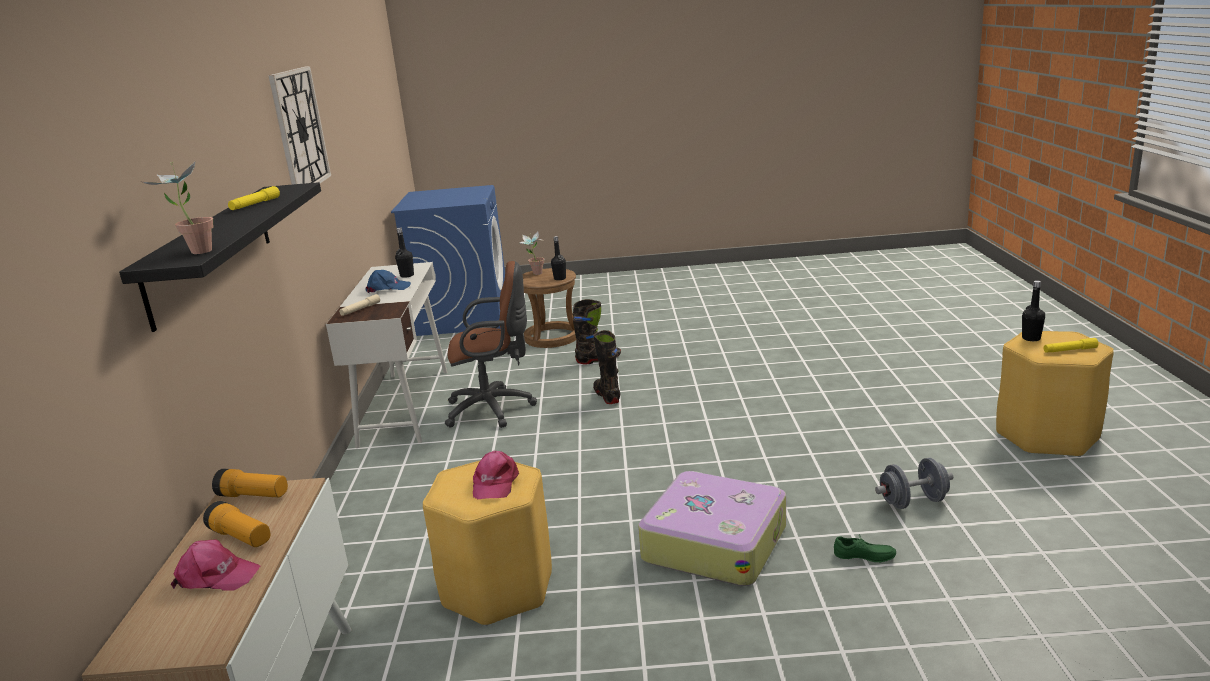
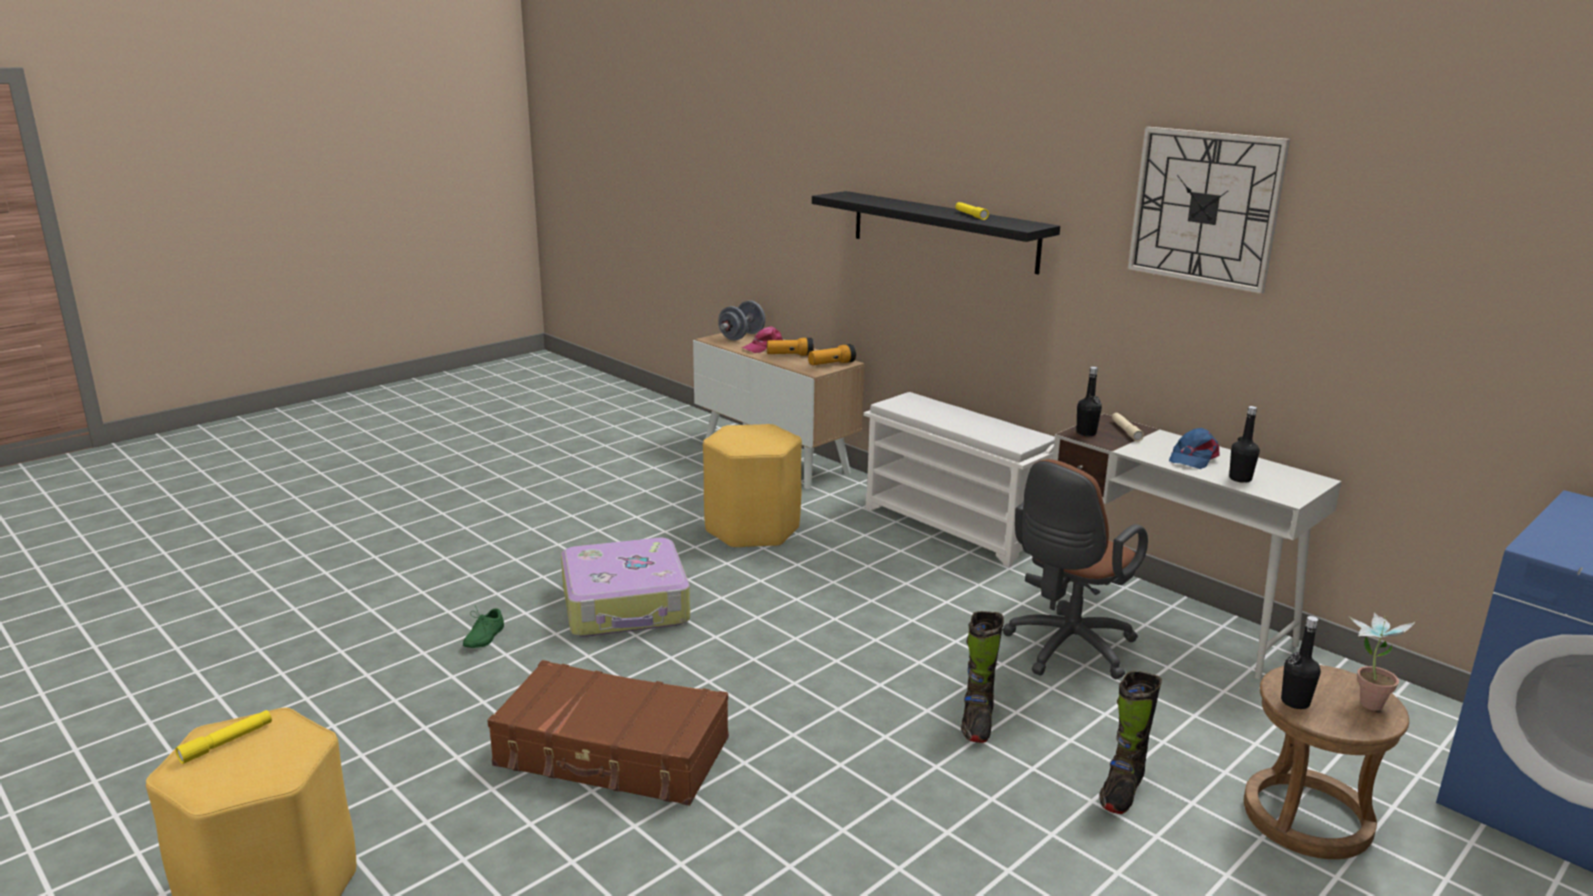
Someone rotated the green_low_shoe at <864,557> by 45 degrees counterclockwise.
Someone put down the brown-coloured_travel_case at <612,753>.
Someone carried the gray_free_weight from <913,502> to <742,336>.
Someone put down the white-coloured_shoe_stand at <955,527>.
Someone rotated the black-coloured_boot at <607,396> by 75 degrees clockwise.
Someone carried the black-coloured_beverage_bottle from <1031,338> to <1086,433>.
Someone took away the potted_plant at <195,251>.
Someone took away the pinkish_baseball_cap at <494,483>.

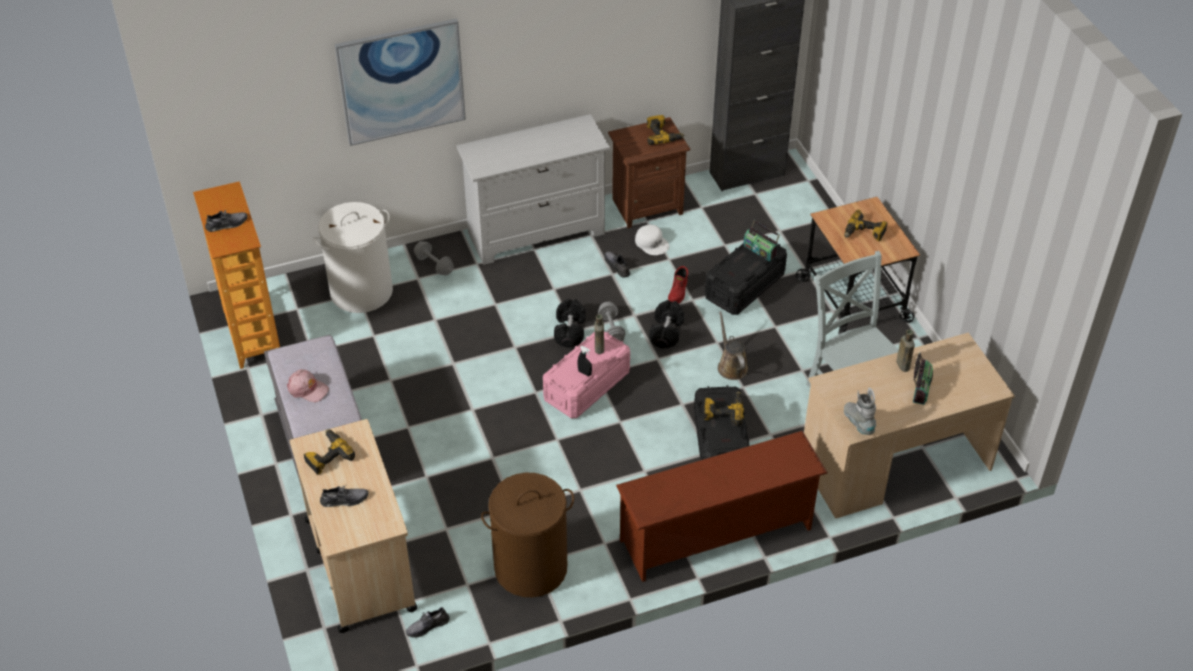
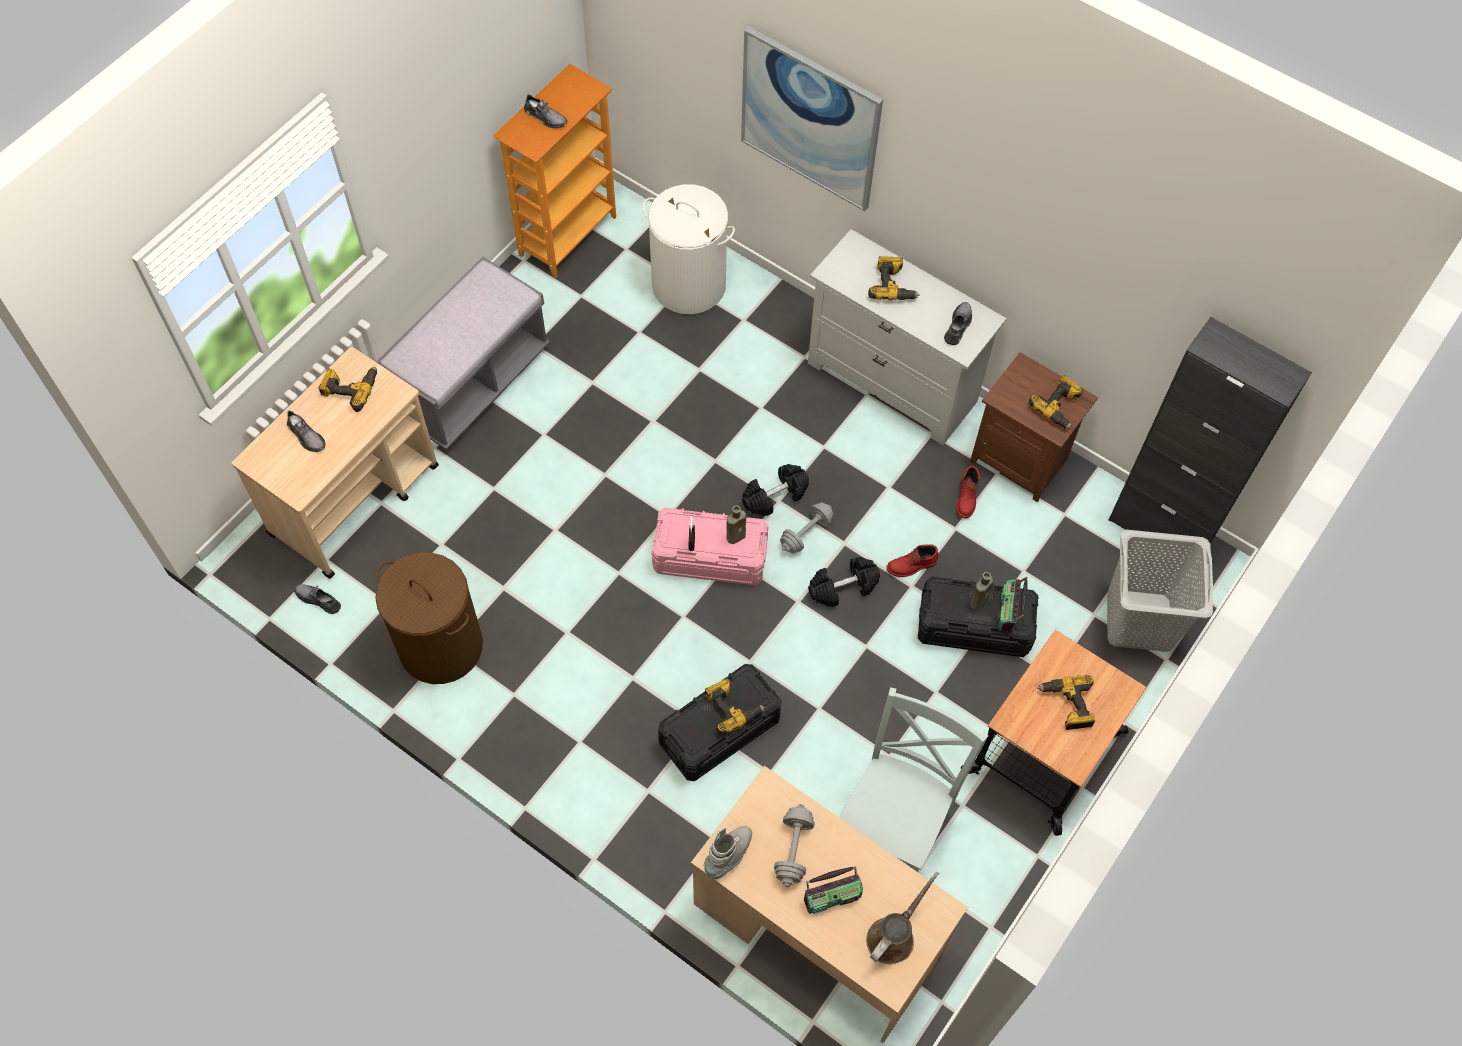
Someone carried the gray_free_weight from <434,265> to <793,849>.
Someone carried the brown-coloured_watering_pot from <731,366> to <893,936>.
Someone put down the electric_drill at <893,285>.
Someone carried the gray_low_shoe from <617,266> to <958,326>.
Someone swapped the white-coloured_baseball_cap at <652,243> for the red_boot at <967,498>.
Someone carried the brown-coloured_beverage_bottle from <902,364> to <979,600>.
Someone put down the gray_hamper at <1140,621>.
Someone took away the pinkish_baseball_cap at <307,389>.
Someone took away the brown-coloured_shoe_stand at <716,536>.

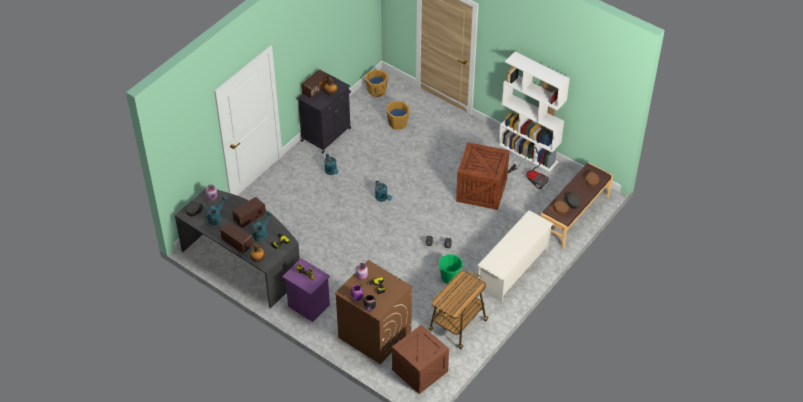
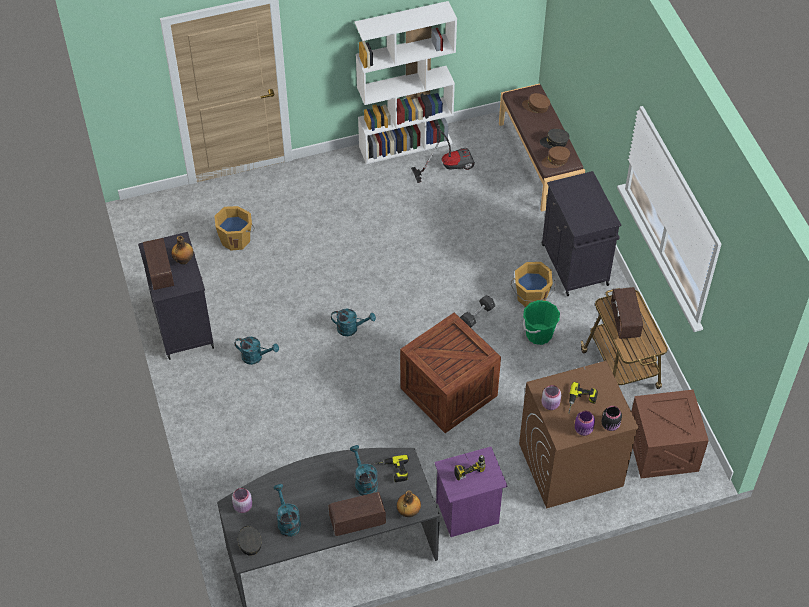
Someone carried the crate from <482,190> to <449,390>.
Someone carried the orangey_water_bucket from <376,91> to <531,296>.
Someone swapped the white-coloured_shoe_stand at <513,269> for the black-coloured_storage_cabinet at <575,266>.
Someone carried the radio from <250,218> to <625,321>.

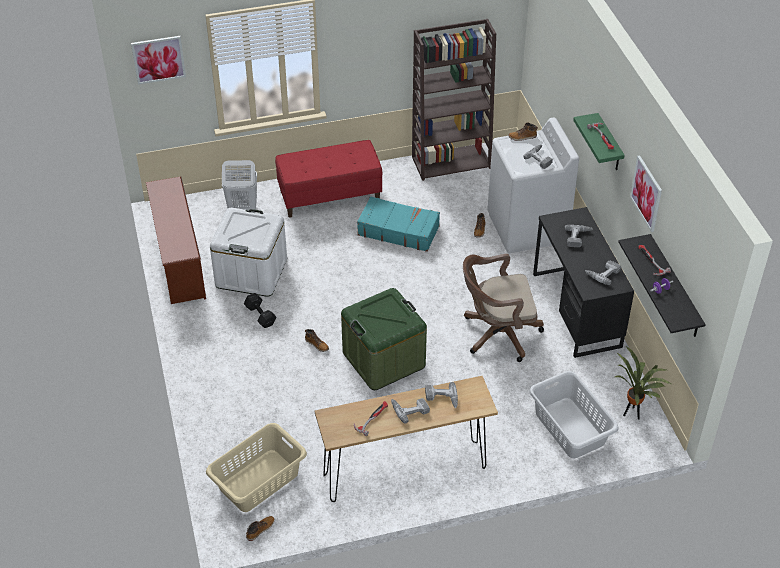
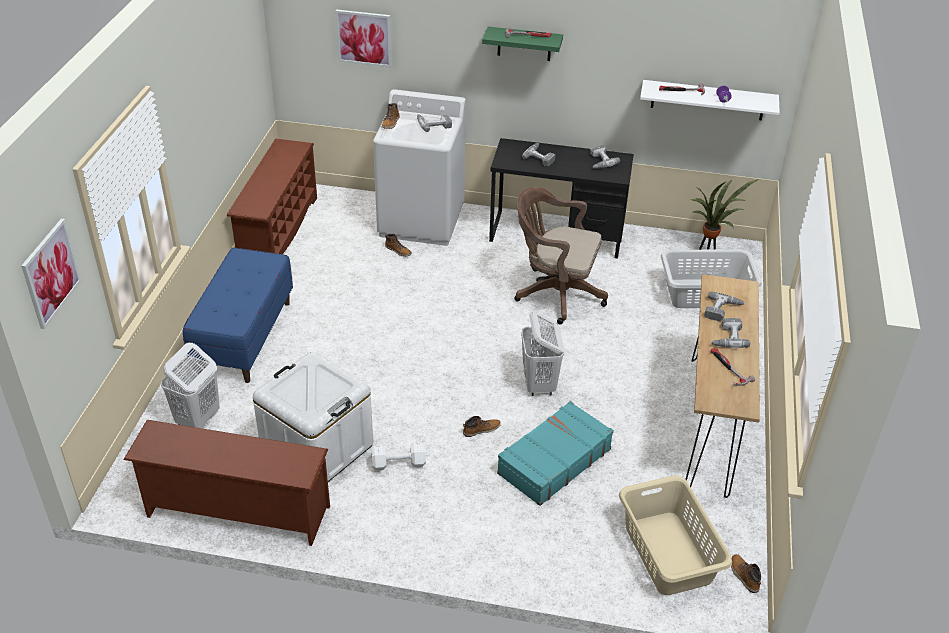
Someone repainted the red_long_seat at <330,196>, which became the blue-coloured_long_seat at <244,337>.
Someone swapped the brown-coloured_bookcase at <452,162> for the brown-coloured_shoe_stand at <278,231>.
Someone carried the wall_art from <646,193> to <364,38>.
Someone repainted the black-coloured_free_weight at <260,315>, which became the white-coloured_free_weight at <397,463>.
Someone carried the blue-green_travel_case from <398,230> to <553,461>.
Someone rotated the brown-coloured_office_chair at <497,334> by 90 degrees clockwise.
Someone swapped the green_storage_bin at <383,359> for the white-coloured_hamper at <539,384>.
Someone repainted the black-coloured_bracket_shelf at <674,287>, which became the white-coloured_bracket_shelf at <708,100>.

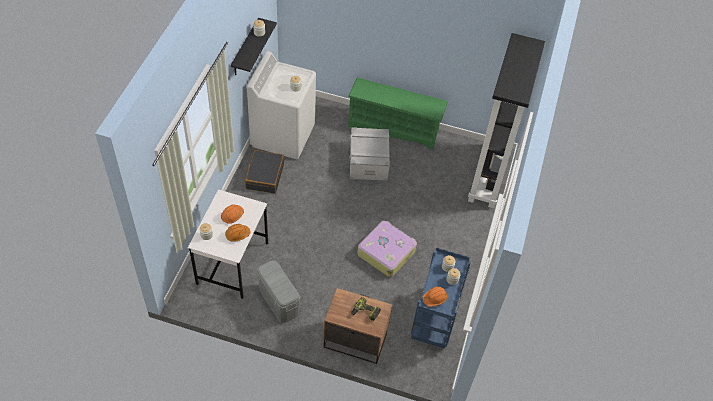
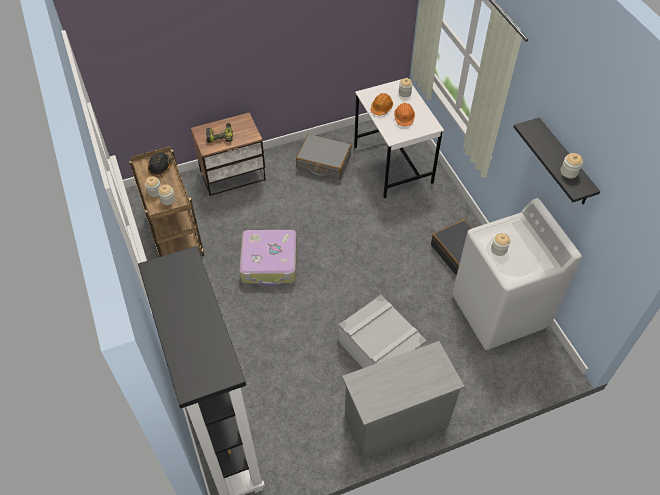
Someone repainted the blue-coloured_cart at <435,319>, which became the brown-coloured_cart at <174,235>.
Someone repainted the orangey_hard_hat at <434,298>, which became the black-coloured_hard_hat at <160,167>.
Someone swapped the gray_storage_bin at <278,301> for the gray_travel_case at <323,163>.
Someone swapped the green_shoe_stand at <394,128> for the gray_chest_of_drawers at <395,422>.

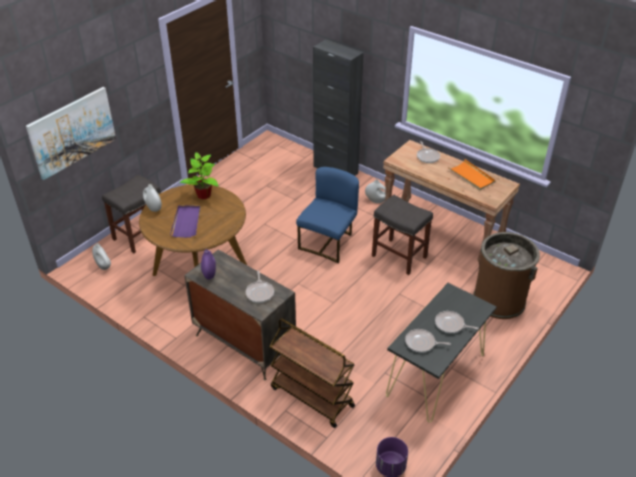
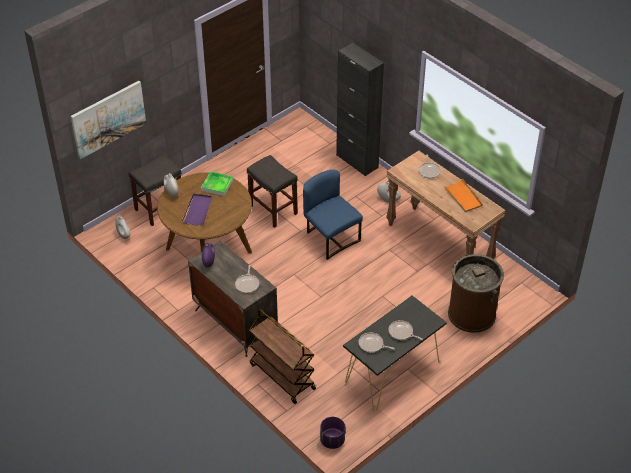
Someone swapped the potted_plant at <203,195> for the tray at <217,185>.
Someone carried the gray_stool from <400,256> to <273,210>.
Someone rotated the blue-coloured_upright_chair at <328,242> by 75 degrees counterclockwise.

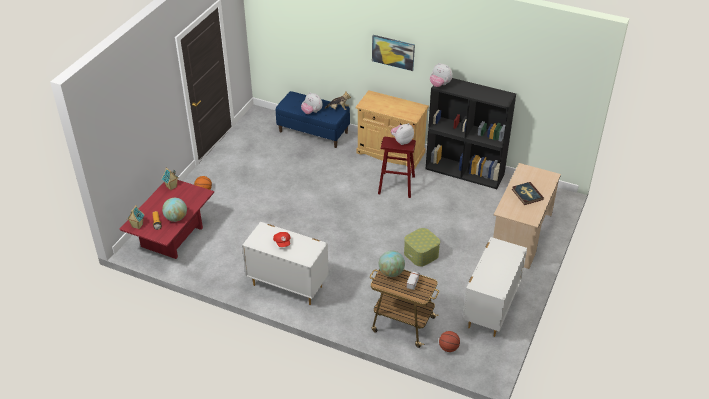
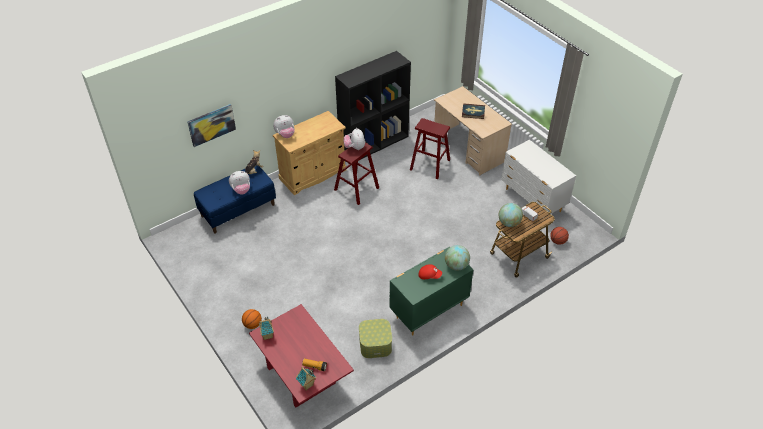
Someone carried the wall_art from <393,52> to <211,125>.
Someone carried the cuddly_toy from <440,85> to <285,135>.
Someone carried the storage_bin from <421,254> to <375,344>.
Someone repainted the white-coloured_chest_of_drawers at <287,285>, which became the green_chest_of_drawers at <428,311>.
Someone put down the red_stool at <430,164>.
Someone carried the world_globe from <176,218> to <456,265>.

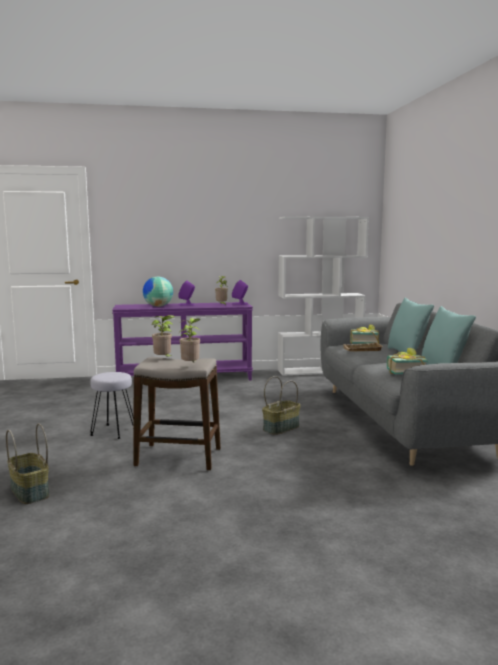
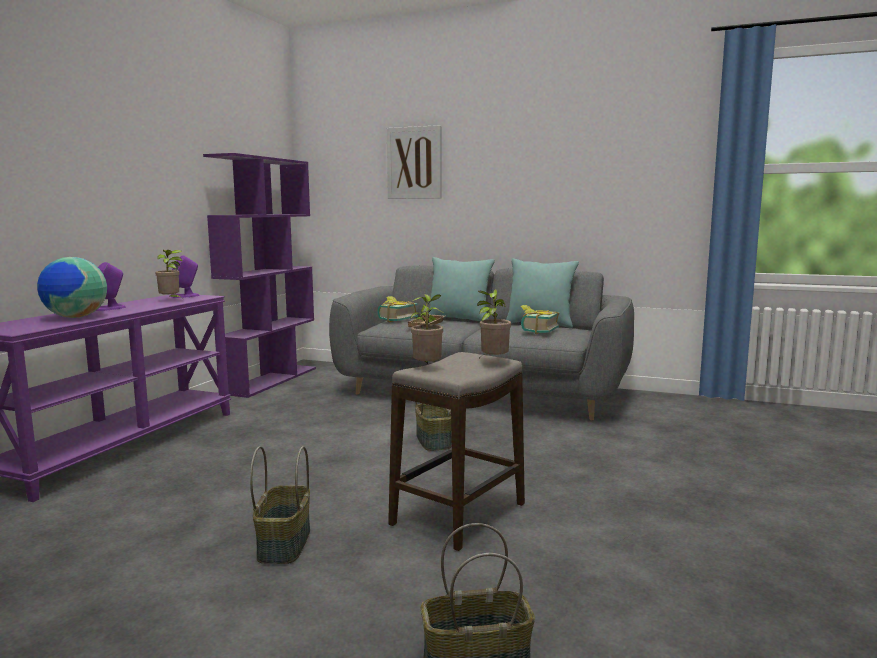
Someone repainted the white-coloured_bookcase at <320,371>, which became the purplish_bookcase at <270,380>.
Someone swapped the gray_stool at <113,431> for the storage_basket at <283,544>.
Someone put up the wall_art at <414,163>.

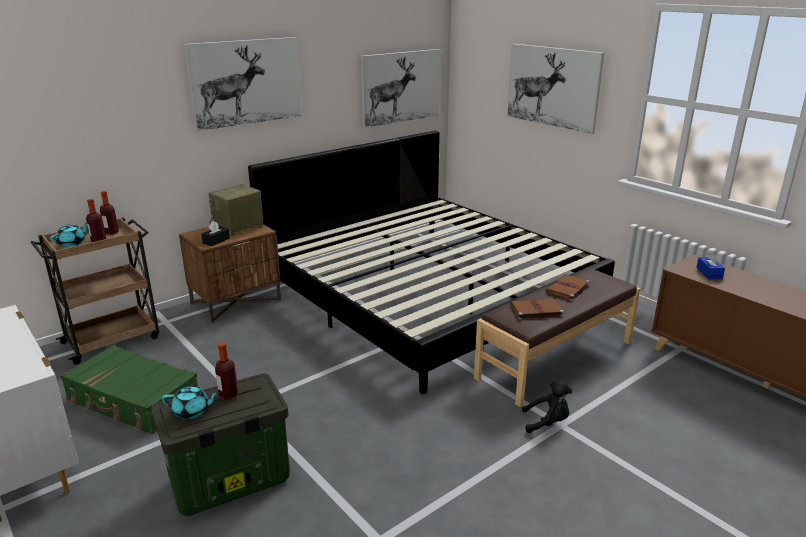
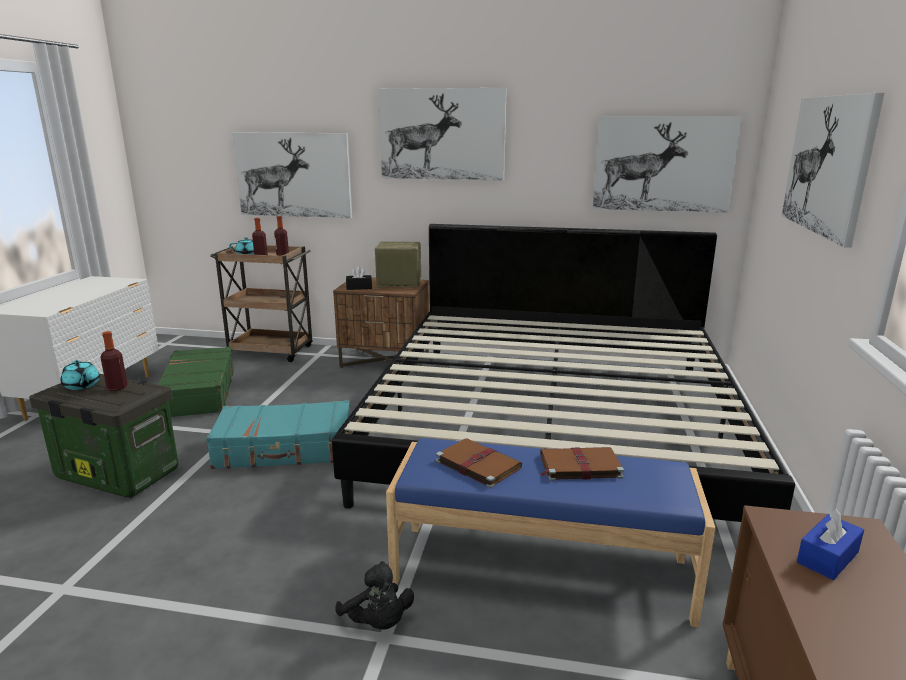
Someone put down the blue-green_travel_case at <285,449>.
Someone put up the wall_art at <293,175>.
Someone repainted the brown-coloured_long_seat at <555,359>, which became the blue-coloured_long_seat at <541,570>.

